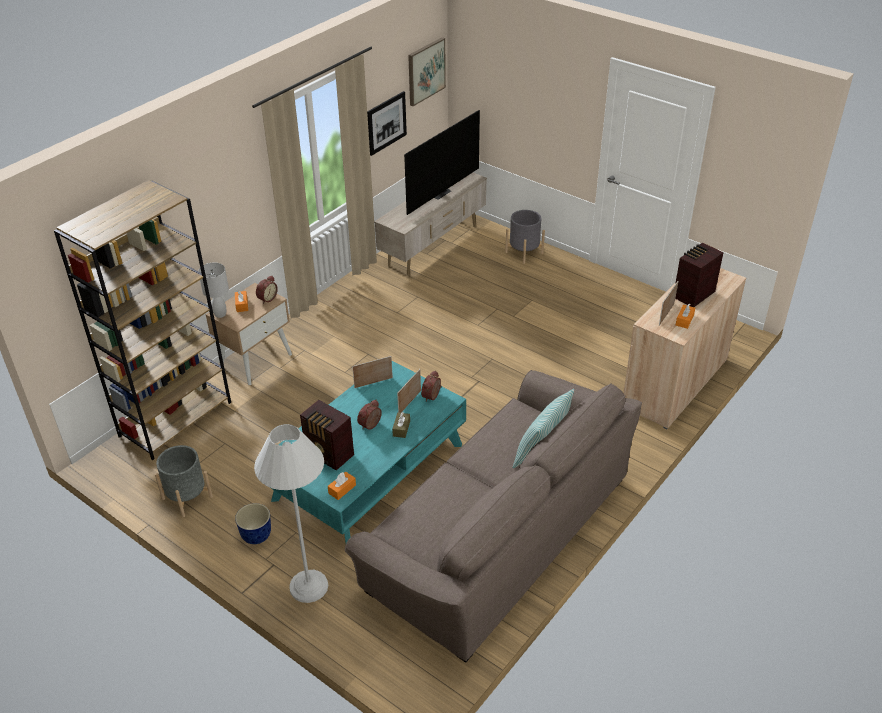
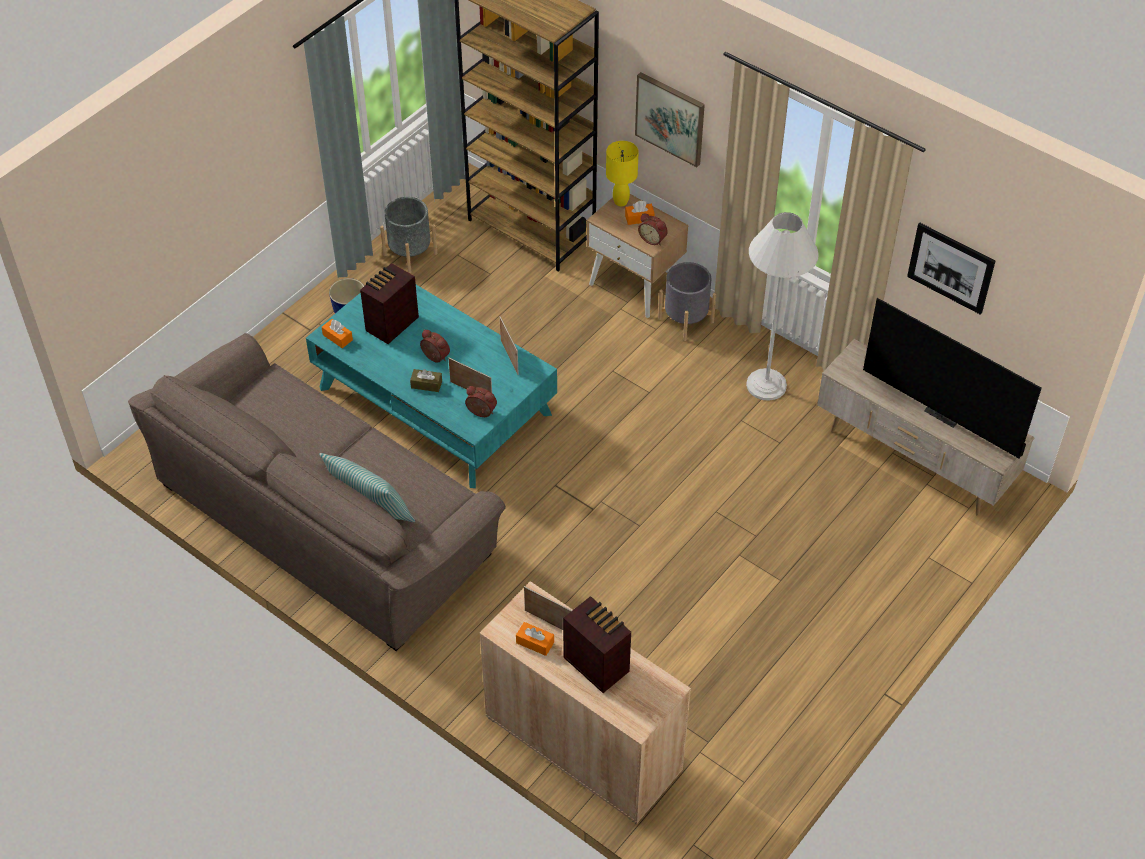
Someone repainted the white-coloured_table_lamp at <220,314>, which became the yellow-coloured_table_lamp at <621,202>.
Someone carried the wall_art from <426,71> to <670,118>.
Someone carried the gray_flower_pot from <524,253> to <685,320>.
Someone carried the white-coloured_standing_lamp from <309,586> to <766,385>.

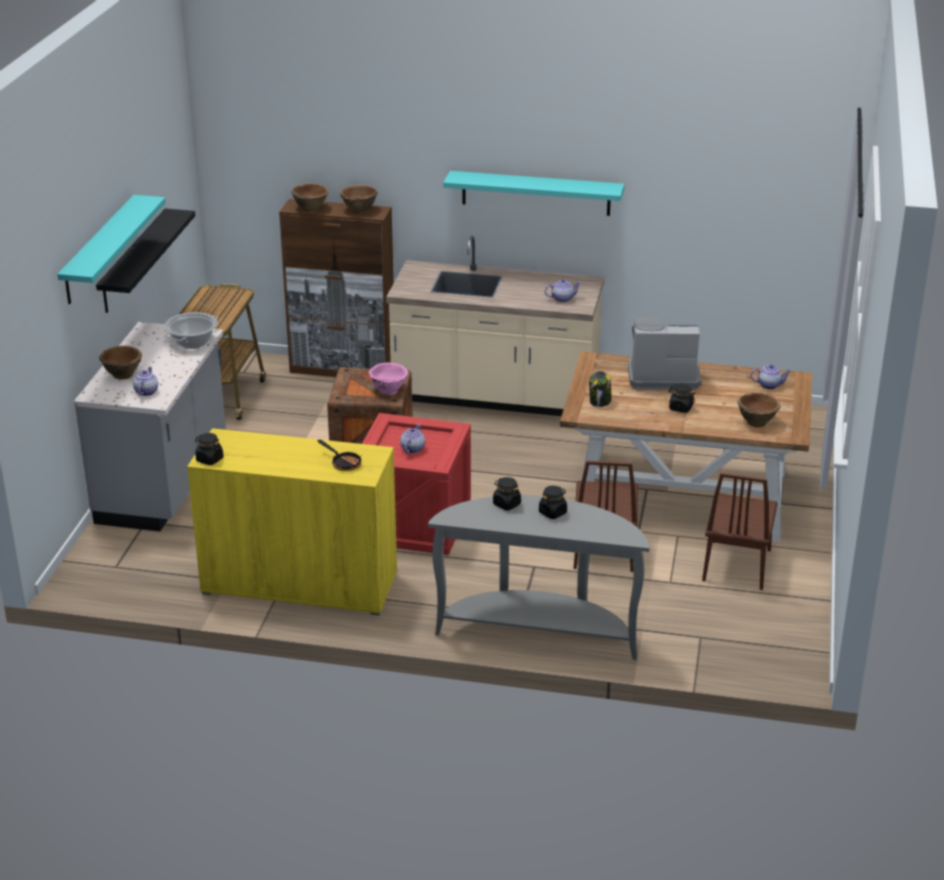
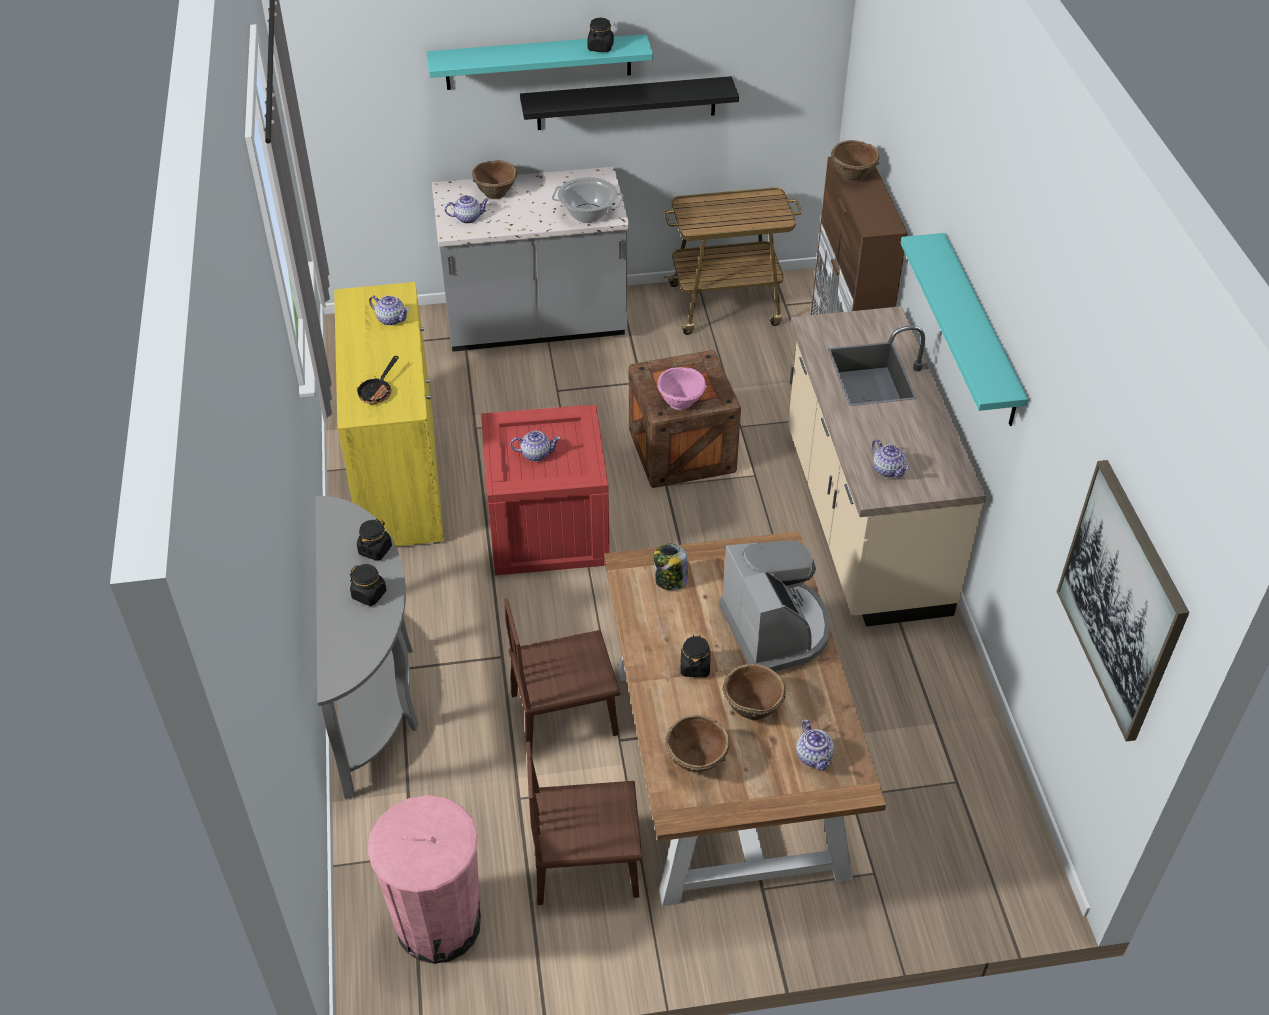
Someone put down the pinkish_trash_can at <438,924>.
Someone put down the teapot at <391,319>.
Someone carried the black-coloured_preserve_jar from <209,459> to <600,47>.
Someone carried the brown-coloured_deep_dish from <359,210> to <752,707>.
Someone put up the wall_art at <1121,600>.

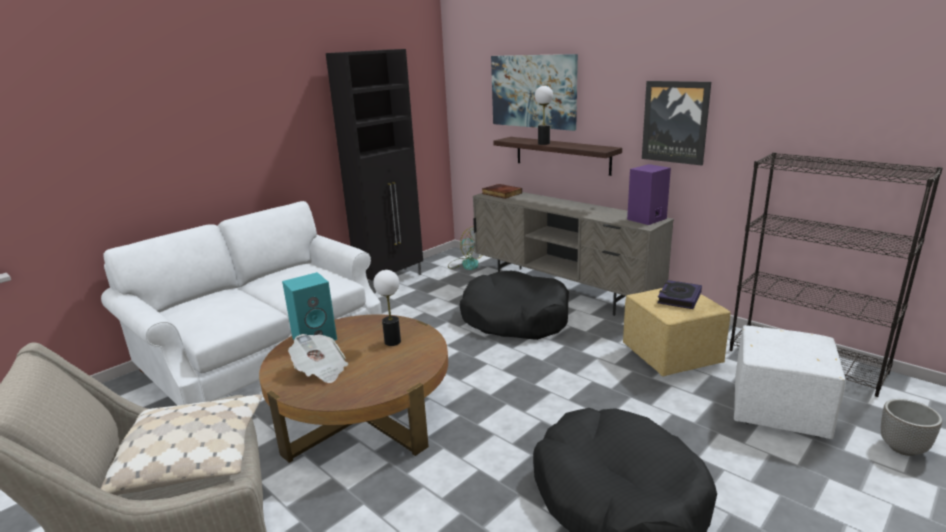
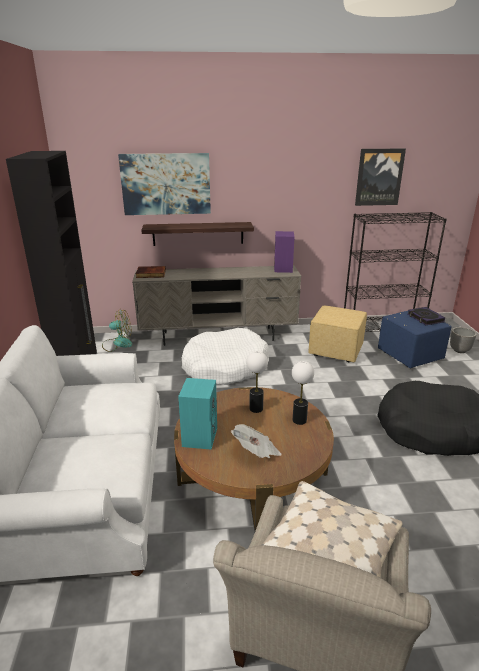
Someone repainted the black-coloured_pet_bed at <515,318>, which became the white-coloured_pet_bed at <225,367>.
Someone carried the table_lamp from <544,143> to <299,420>.
Someone carried the wall_art from <675,122> to <379,177>.
Someone repainted the white-coloured_ottoman at <780,411>, which became the blue-coloured_ottoman at <410,356>.
Someone carried the bound_book from <679,298> to <425,318>.

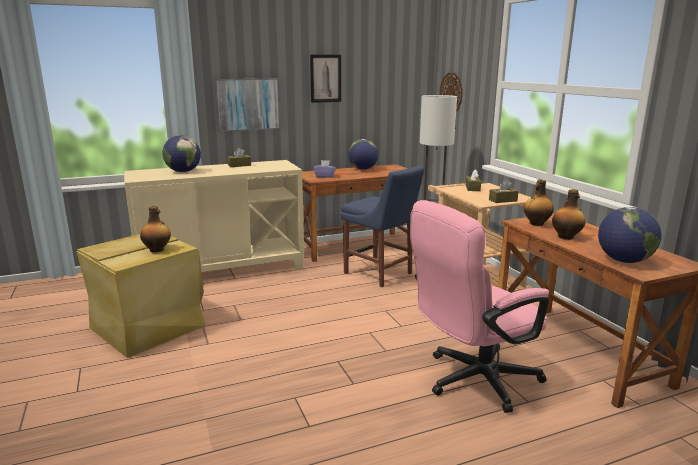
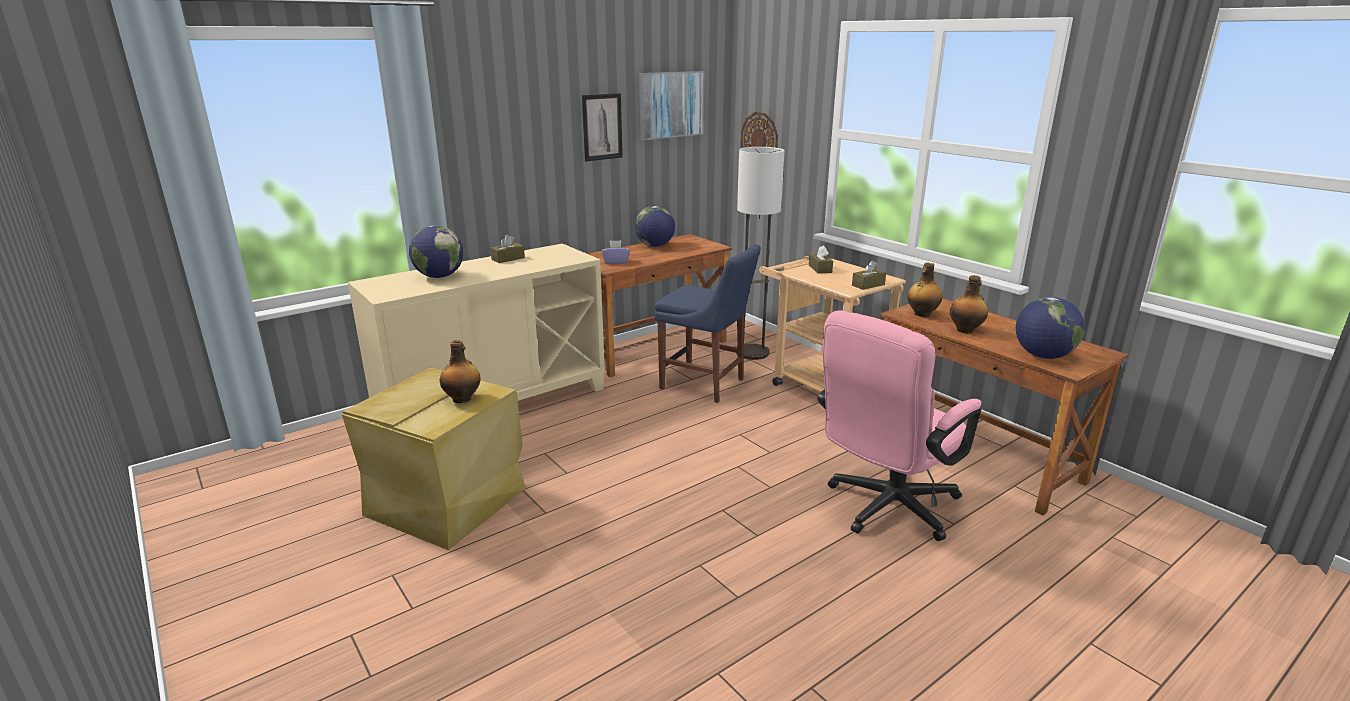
Someone carried the wall_art from <248,104> to <671,105>.

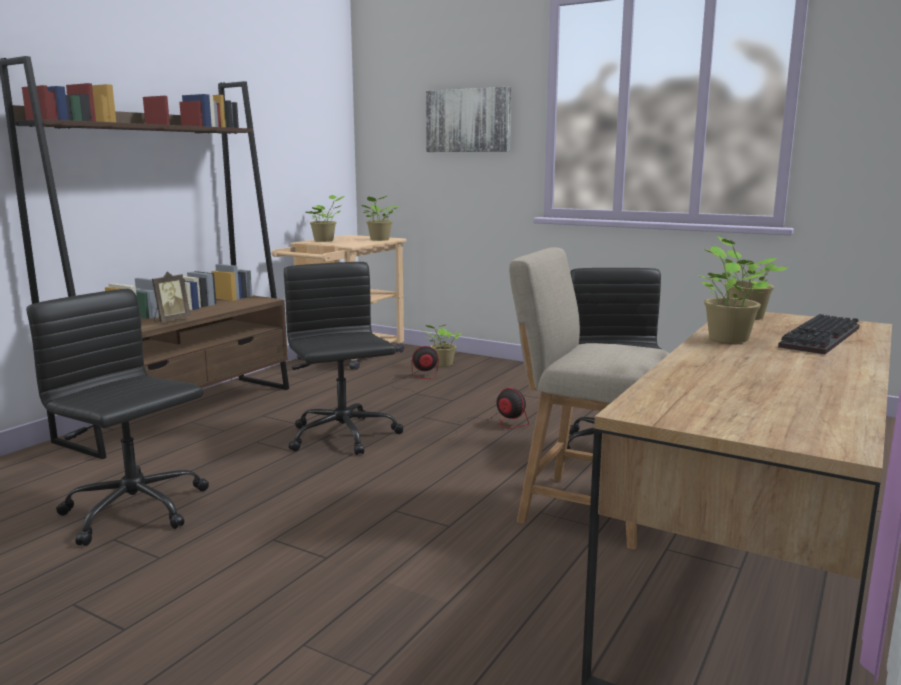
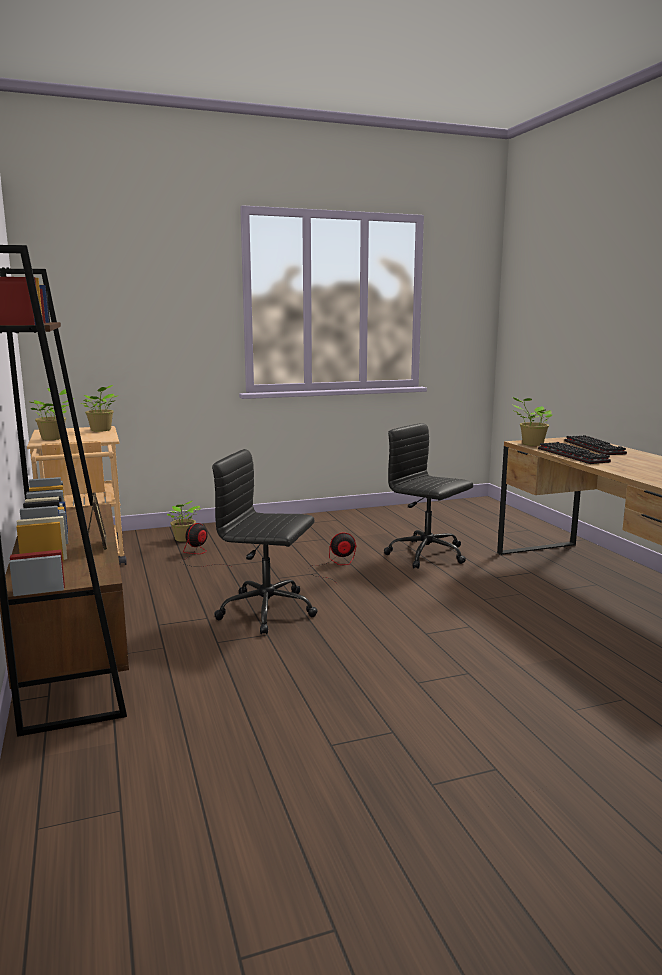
Someone swapped the potted_plant at <726,338> for the PC_keyboard at <574,455>.
Someone took away the black-coloured_office_chair at <136,511>.
Someone took away the wall_art at <468,120>.
Someone took away the sand-coloured_upright_chair at <583,508>.

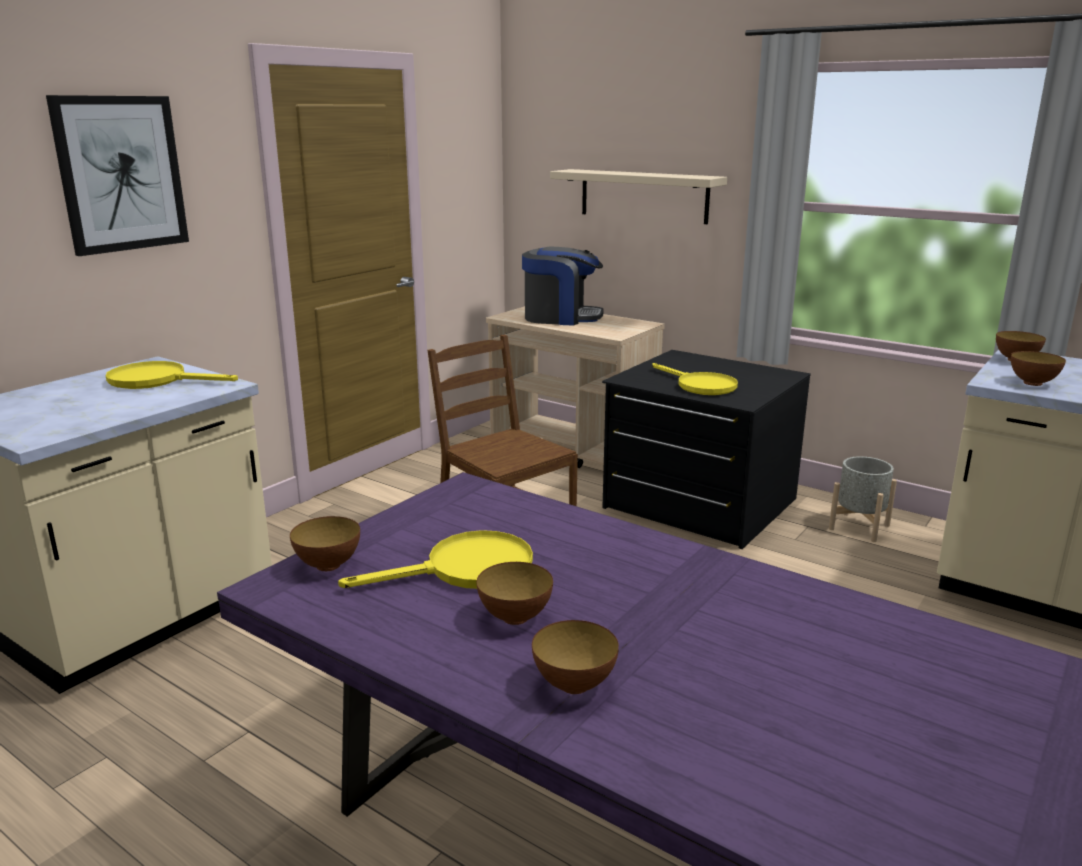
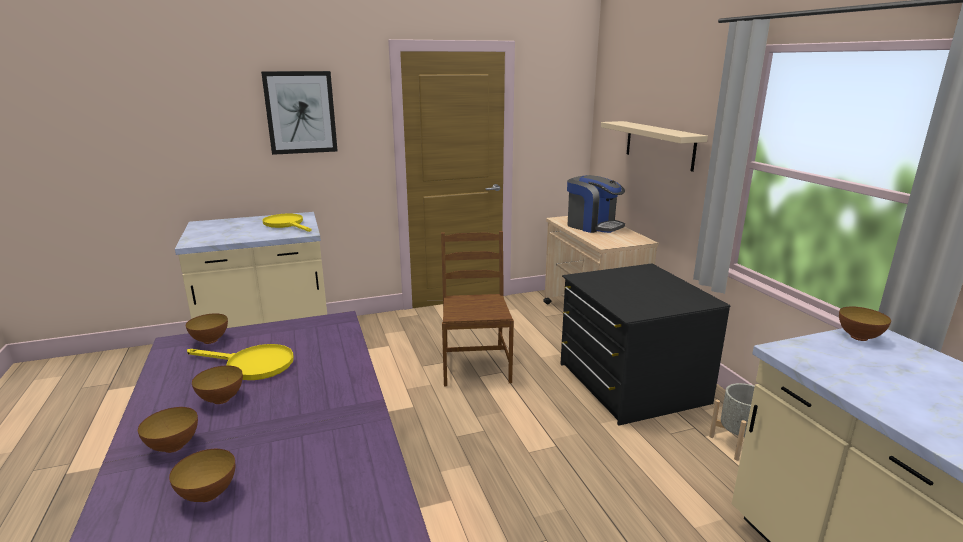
Someone carried the deep_dish from <1032,383> to <208,494>.
Someone took away the yellow-coloured_frying_pan at <700,385>.

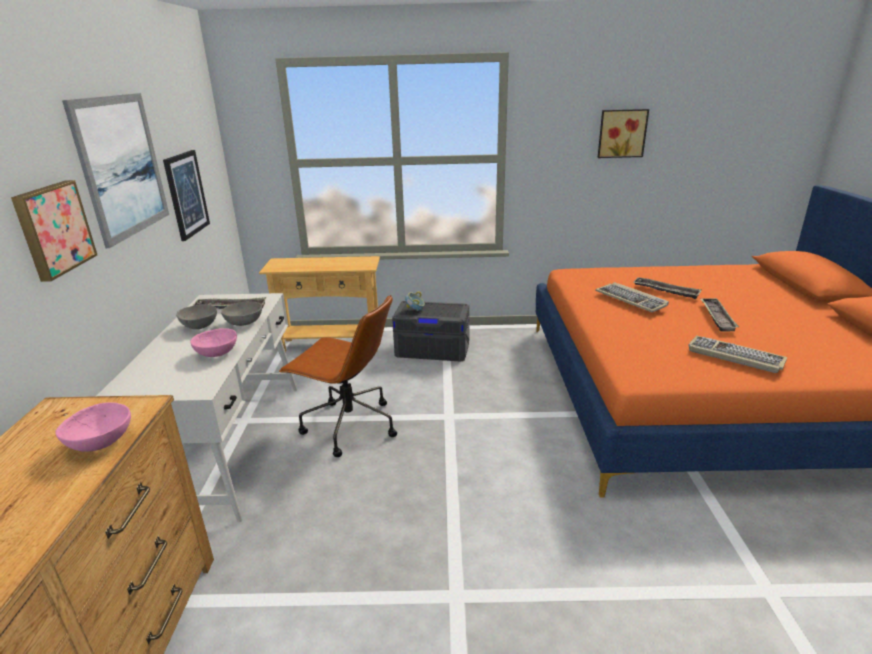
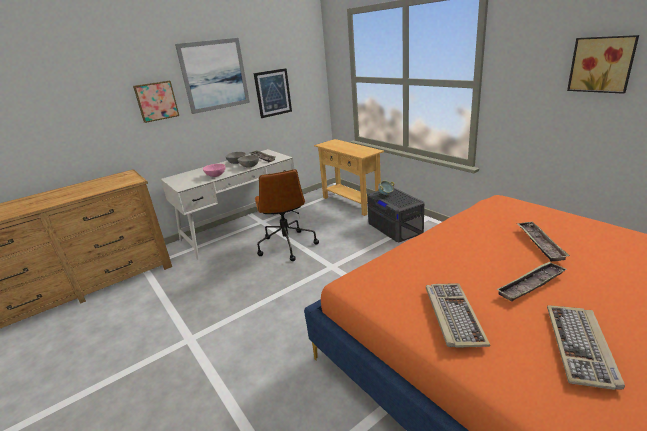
Someone carried the PC_keyboard from <631,299> to <581,347>.
Someone took away the pinkish_deep_dish at <101,443>.

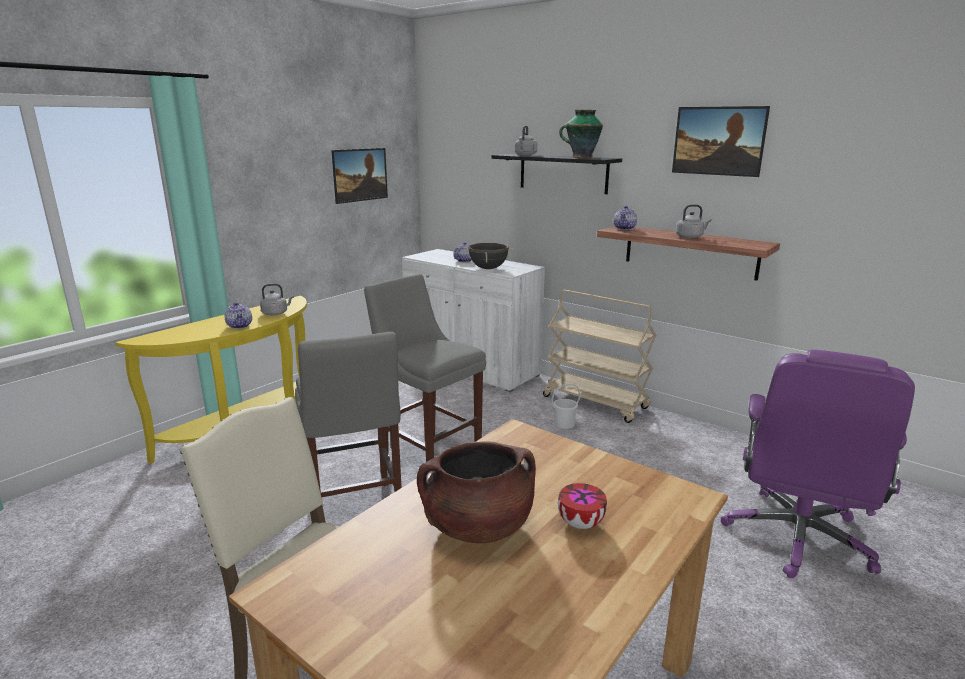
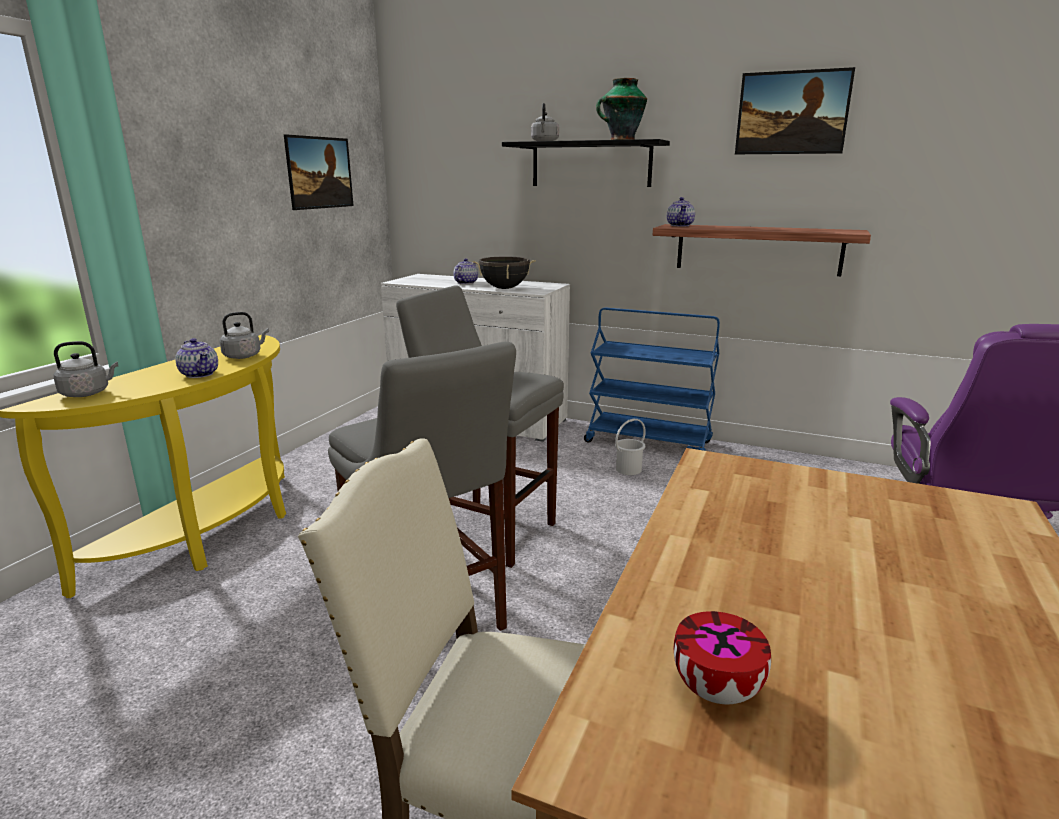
Someone carried the gray_tea_kettle from <690,237> to <88,393>.
Someone repainted the sand-coloured_cart at <596,402>, which became the blue-coloured_cart at <649,442>.
Someone carried the deep_dish from <579,523> to <715,690>.
Someone took away the brown-coloured_saucepot at <478,527>.

